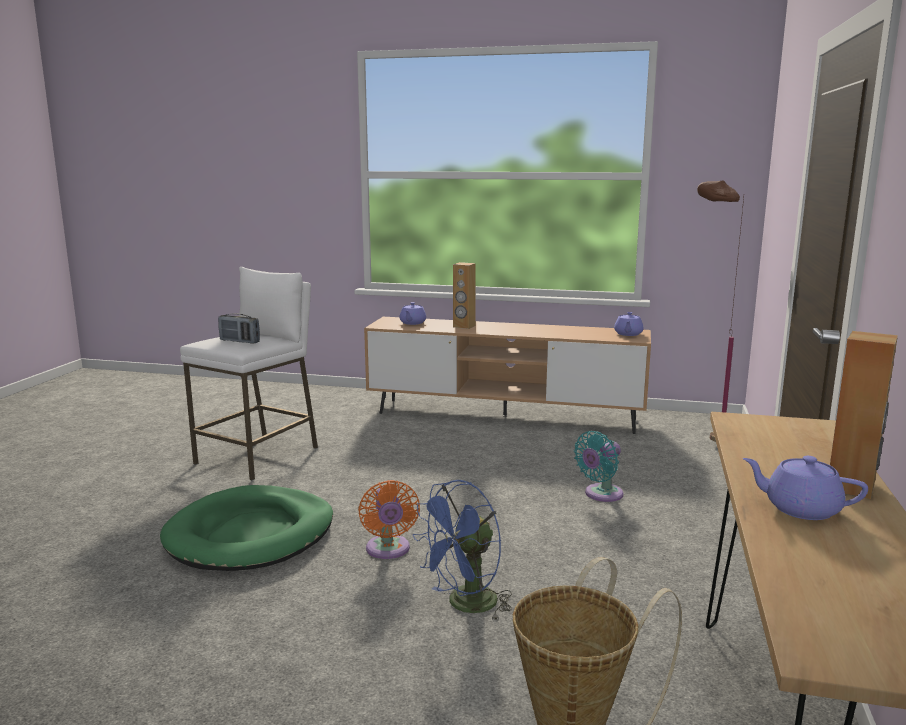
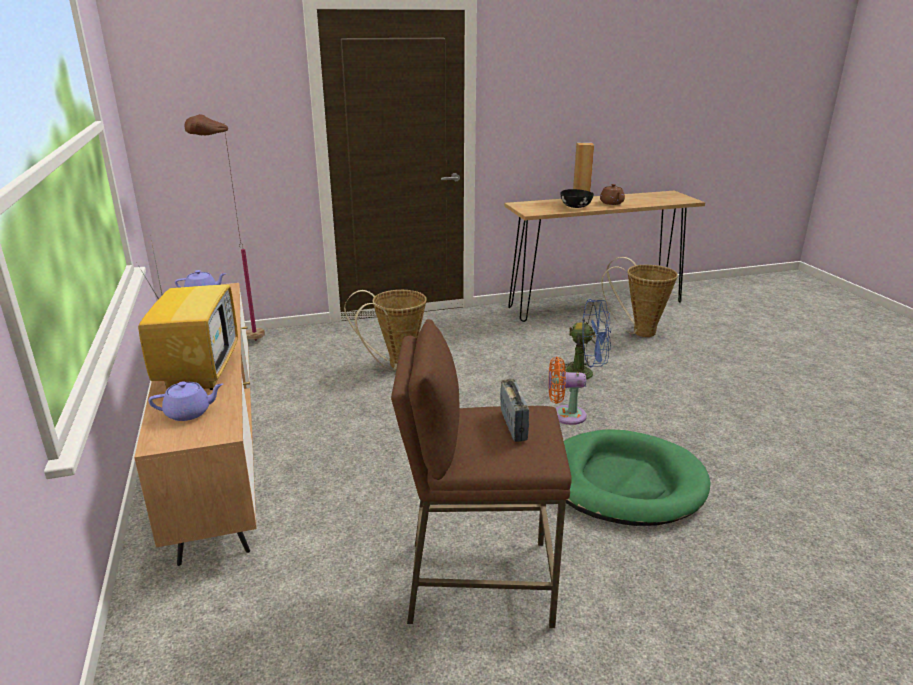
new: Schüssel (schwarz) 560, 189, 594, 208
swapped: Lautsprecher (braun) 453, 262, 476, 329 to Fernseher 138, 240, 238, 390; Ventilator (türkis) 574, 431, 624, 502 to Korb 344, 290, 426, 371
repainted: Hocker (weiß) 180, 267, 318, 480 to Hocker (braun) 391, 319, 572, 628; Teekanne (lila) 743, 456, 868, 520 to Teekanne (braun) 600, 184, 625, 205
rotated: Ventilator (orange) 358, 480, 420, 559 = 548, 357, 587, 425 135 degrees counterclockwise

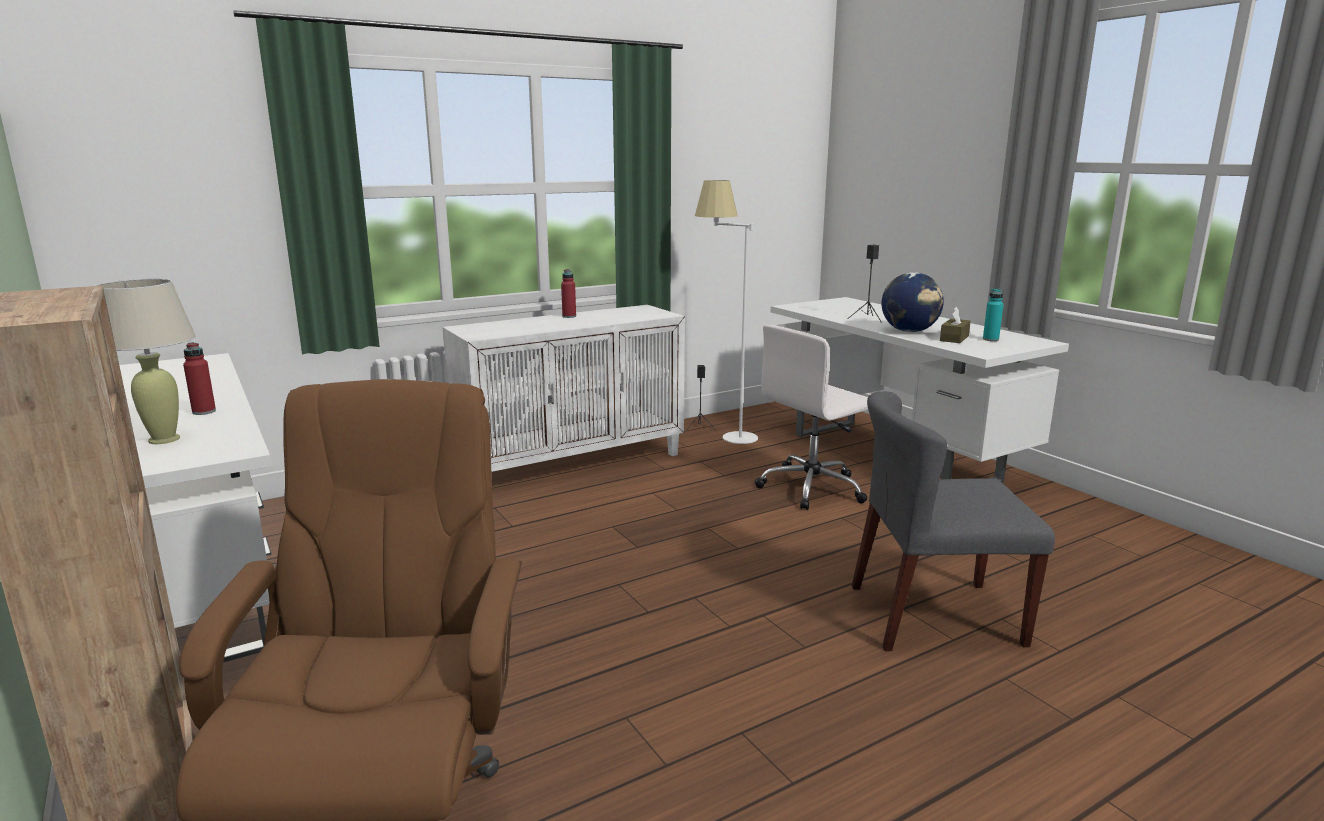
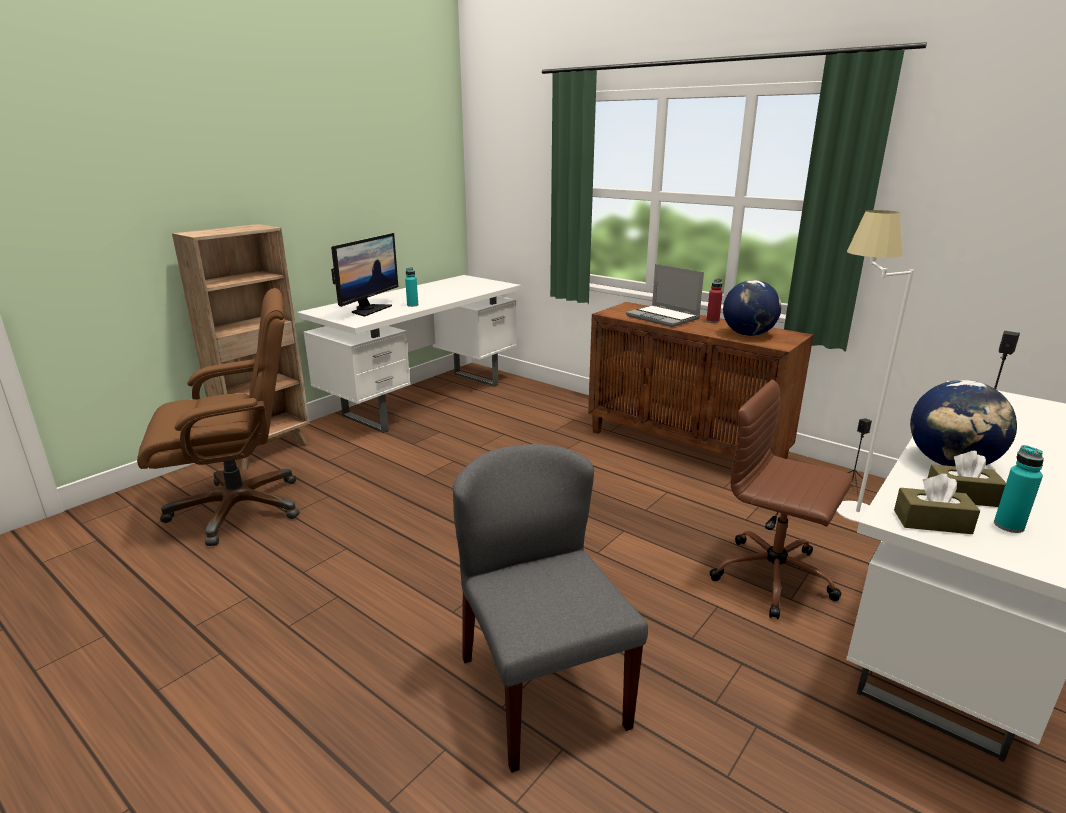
new: Laptop 626, 264, 704, 327; Globus 723, 280, 781, 336; Taschentuchbox (braun) 894, 474, 980, 534
swapped: Tischlampe (beige) 94, 278, 196, 444 to Monitor 331, 233, 398, 317
repainted: Schrank (weiß) 442, 305, 685, 472 to Schrank (braun) 588, 302, 813, 459; Bürostuhl (weiß) 755, 325, 868, 510 to Bürostuhl (braun) 709, 379, 853, 619; Flasche (rot) 183, 342, 216, 415 to Flasche (türkis) 405, 267, 418, 307

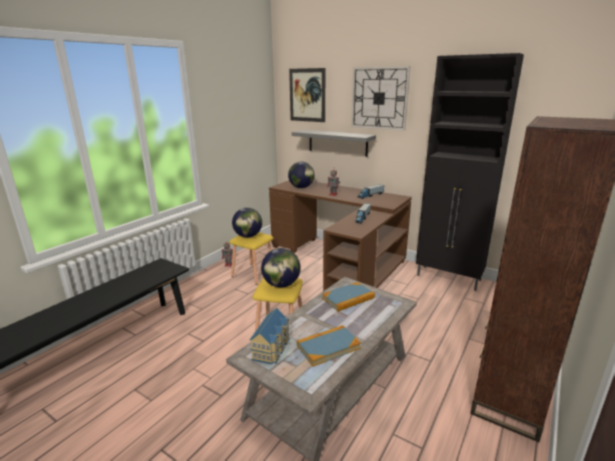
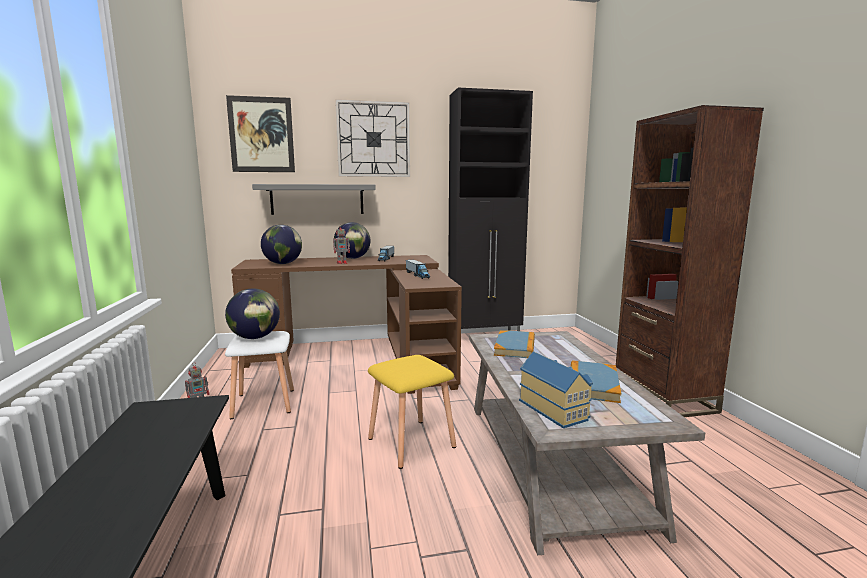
shifted: Globus 261, 248, 301, 288 to 334, 222, 370, 259
repainted: Hocker (gelb) 229, 232, 274, 285 to Hocker (weiß) 225, 331, 294, 419

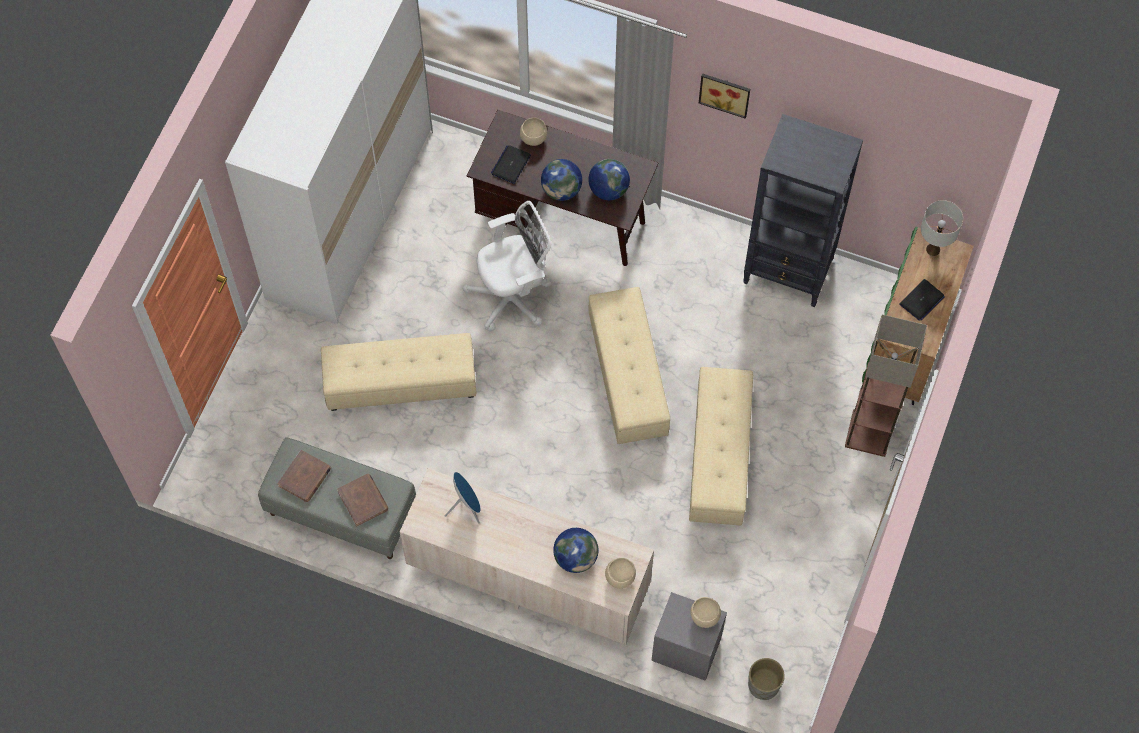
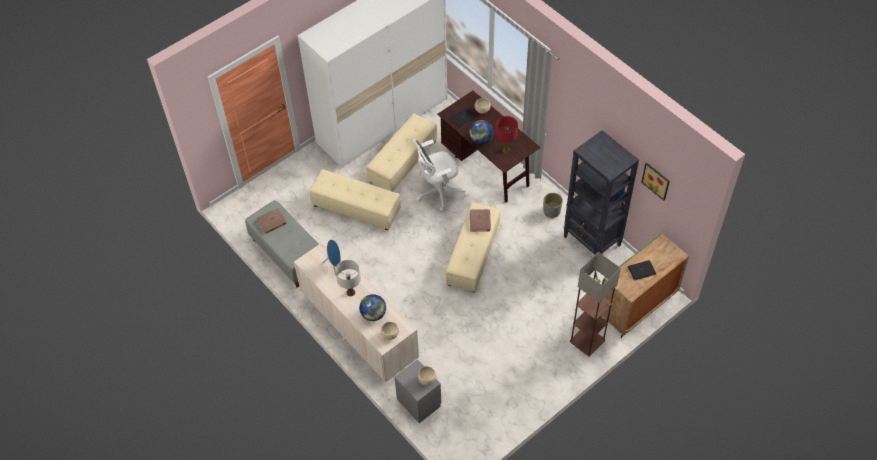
shifted: Bild 699, 74, 750, 119 to 641, 163, 670, 201; Tischlampe (weiß) 921, 200, 963, 256 to 335, 260, 361, 296; Polsterhocker (beige) 689, 367, 753, 526 to 366, 113, 437, 192; Buch (braun) 337, 474, 388, 526 to 470, 209, 491, 232; Pflanzkübel (grau) 748, 658, 785, 700 to 543, 193, 563, 218
swapped: Globus 588, 159, 630, 200 to Tischlampe (rot) 496, 116, 518, 153
rotated: Bürostuhl (weiß) 462, 201, 552, 331 = 413, 139, 468, 211 150 degrees clockwise

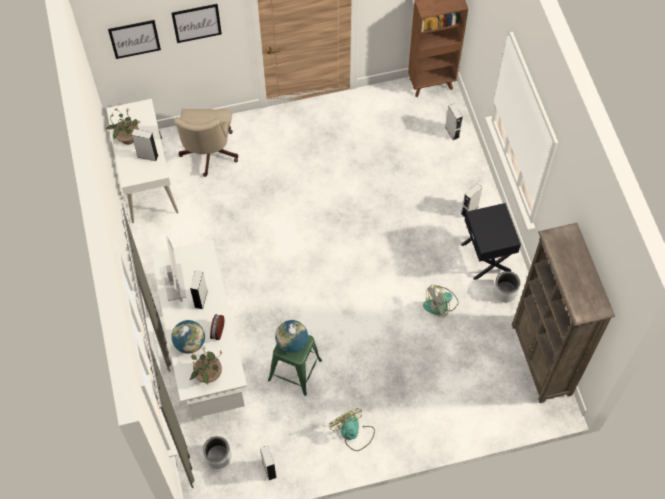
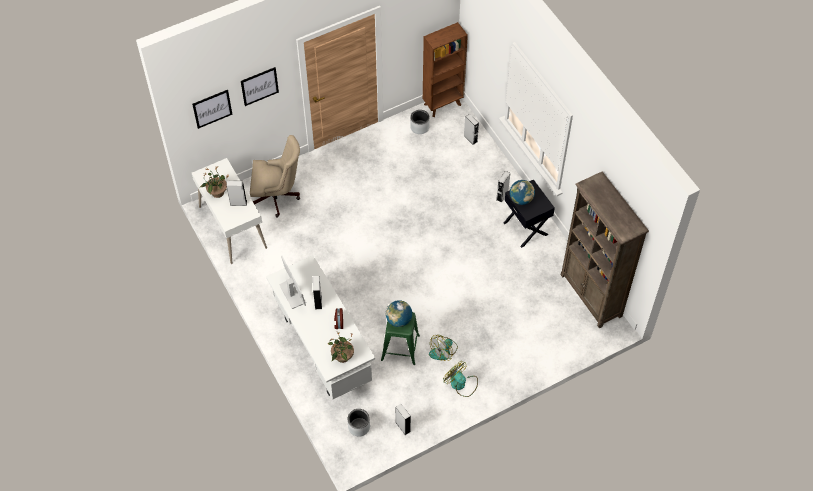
shifted: Pflanzkübel (grau) 493, 271, 520, 302 to 410, 110, 429, 134; Ventilator 423, 285, 458, 317 to 429, 335, 458, 361; Globus 171, 320, 205, 354 to 510, 180, 535, 205
rotated: Bürostuhl (beige) 174, 109, 238, 177 = 250, 135, 300, 218 75 degrees counterclockwise

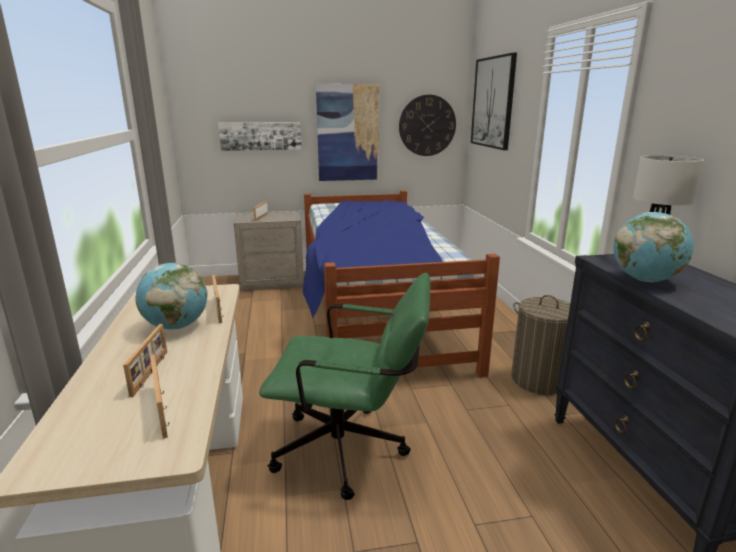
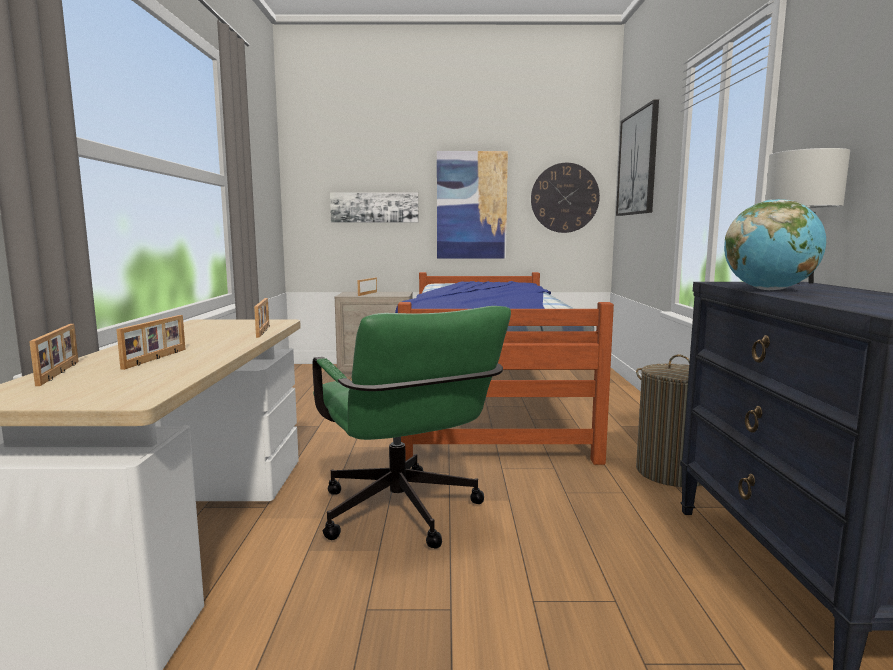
gone: Globus 135, 263, 208, 329
shifted: Bilderrahmen 150, 354, 169, 439 to 29, 324, 79, 386
rotated: Bürostuhl (grün) 259, 273, 430, 500 = 312, 306, 511, 549 45 degrees clockwise

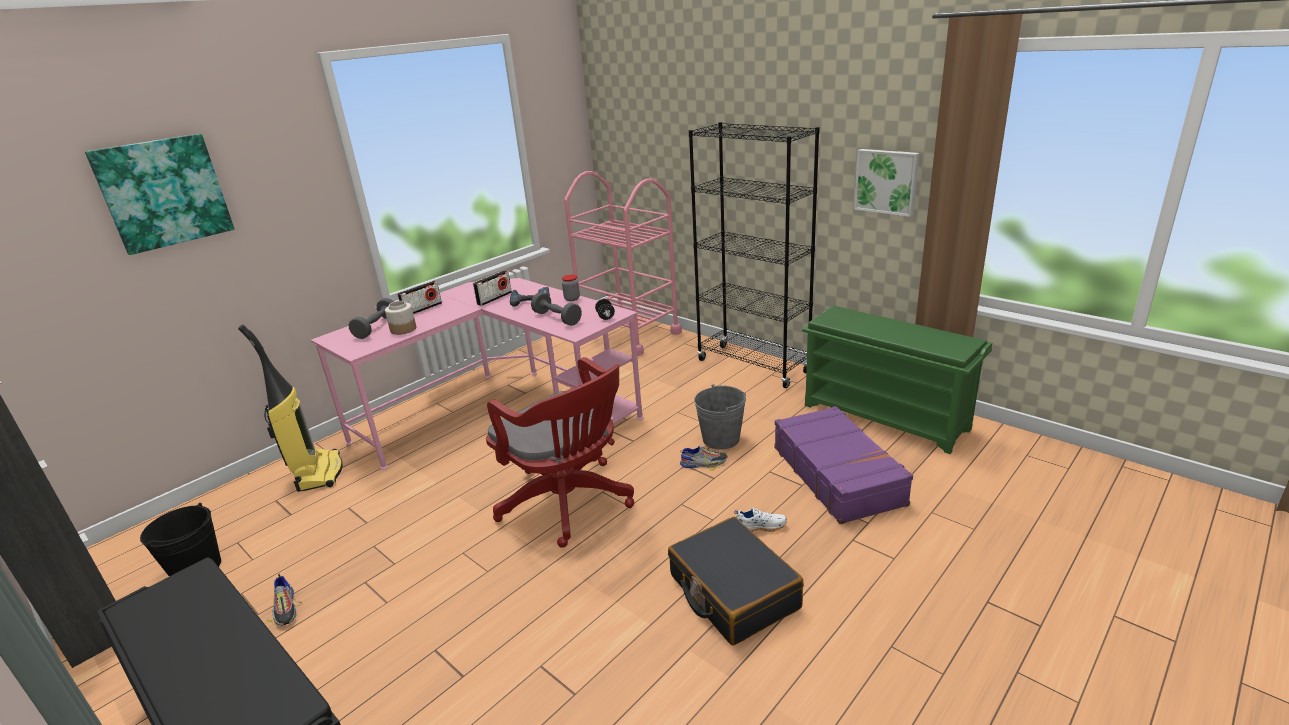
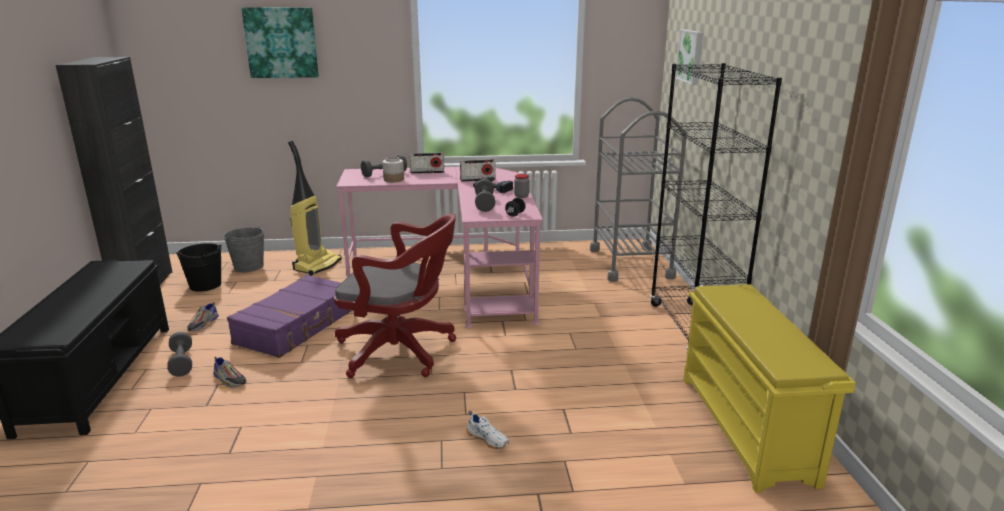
gone: Koffer (schwarz) 668, 517, 804, 646
new: Hantel (grau) 167, 332, 192, 377
shifted: Bild 854, 149, 920, 217 to 675, 29, 703, 85; Eimer (grau) 694, 384, 746, 450 to 224, 226, 264, 272; Koffer (lila) 774, 406, 913, 524 to 227, 275, 353, 358; Schuh 680, 445, 727, 471 to 213, 357, 247, 389
repainted: Rollwagen (rosa) 564, 171, 682, 356 to Rollwagen (grau) 590, 97, 687, 282; Schuhregal (grün) 802, 306, 992, 454 to Schuhregal (gelb) 683, 284, 856, 493
rotated: Bürostuhl (rot) 486, 357, 634, 548 = 334, 214, 456, 378 75 degrees counterclockwise

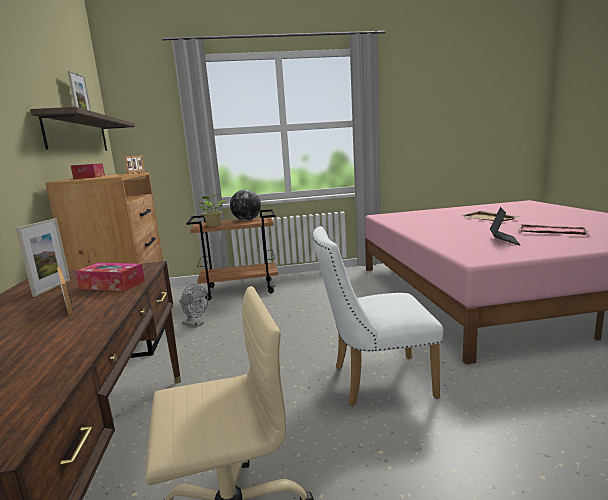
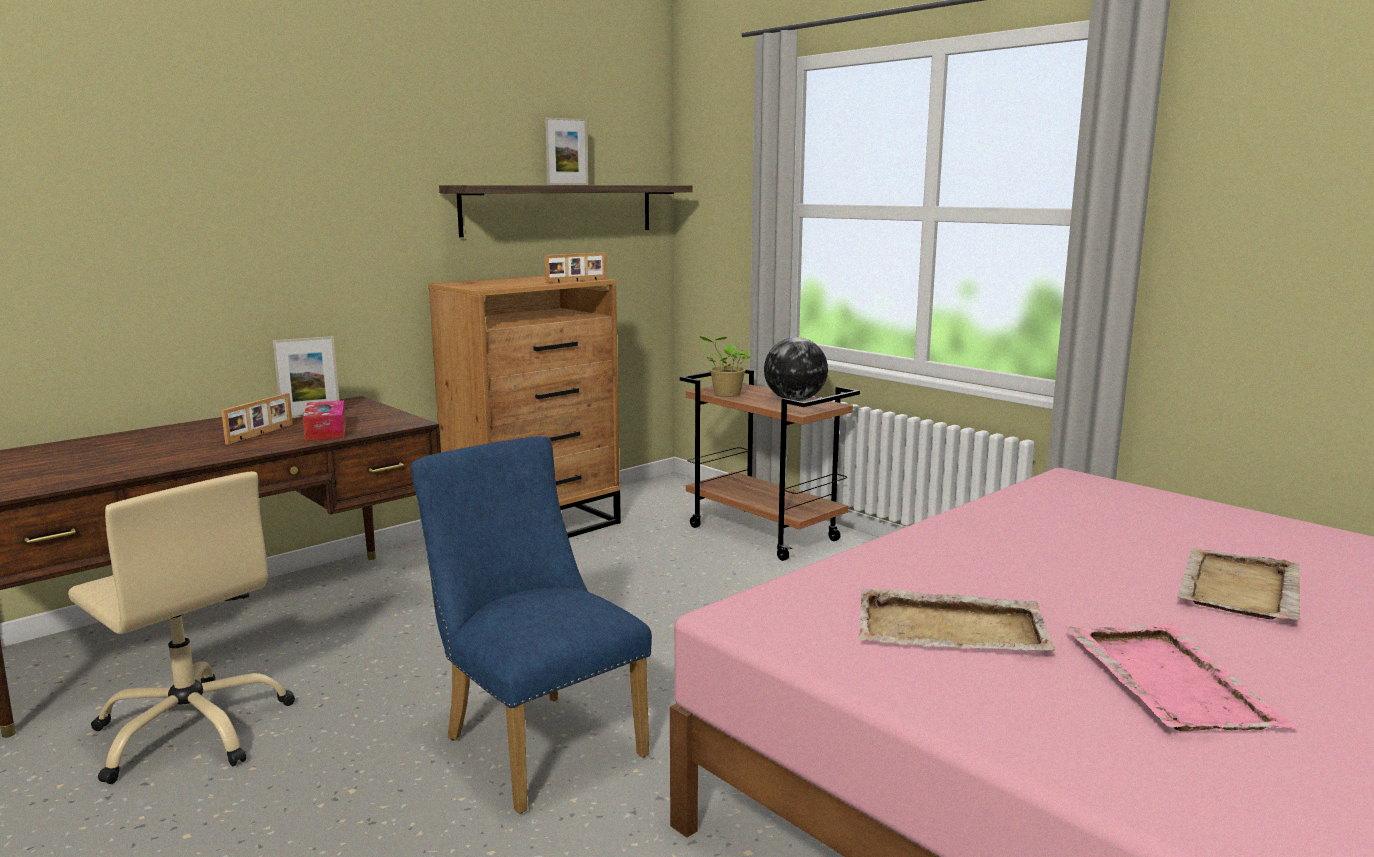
gone: Taschentuchbox 71, 163, 105, 179; Ventilator (grau) 179, 284, 208, 328
swapped: Laptop 490, 207, 520, 245 to Tablett (beige) 859, 589, 1056, 651
repainted: Stuhl (weiß) 312, 226, 443, 406 to Stuhl (blau) 411, 436, 652, 814

